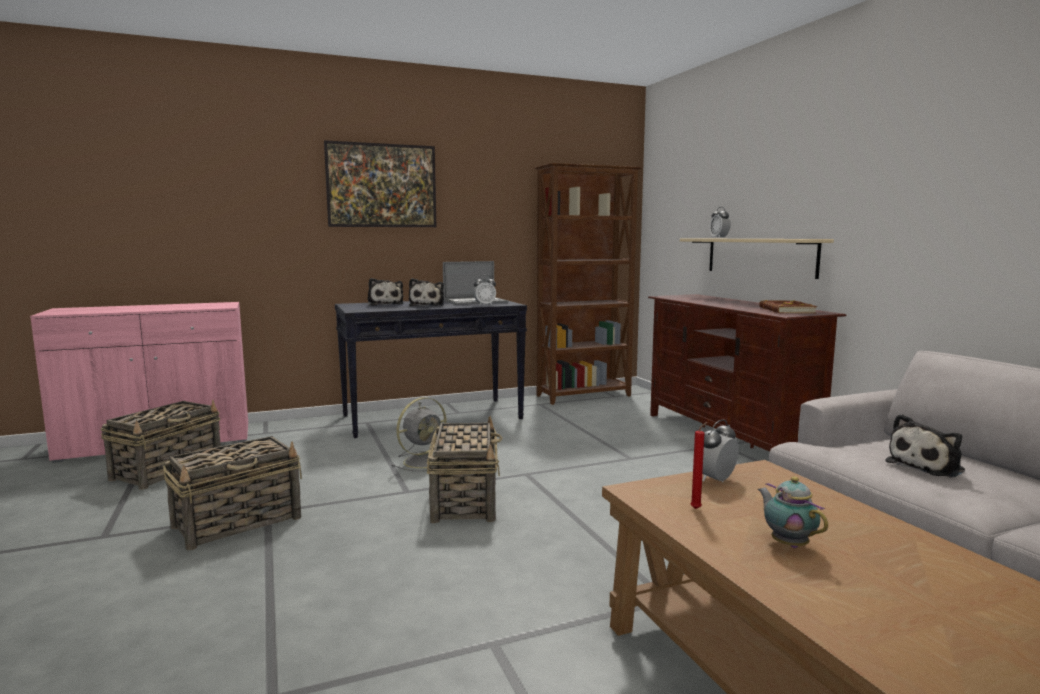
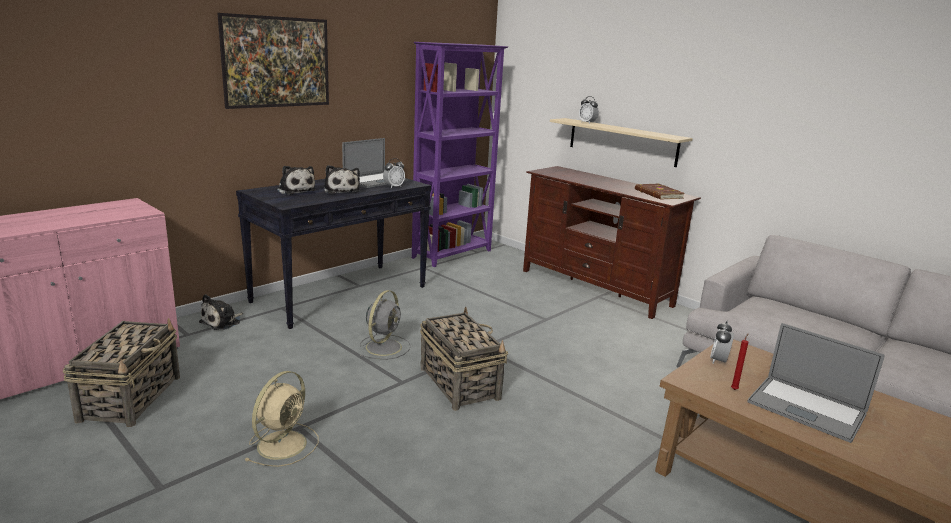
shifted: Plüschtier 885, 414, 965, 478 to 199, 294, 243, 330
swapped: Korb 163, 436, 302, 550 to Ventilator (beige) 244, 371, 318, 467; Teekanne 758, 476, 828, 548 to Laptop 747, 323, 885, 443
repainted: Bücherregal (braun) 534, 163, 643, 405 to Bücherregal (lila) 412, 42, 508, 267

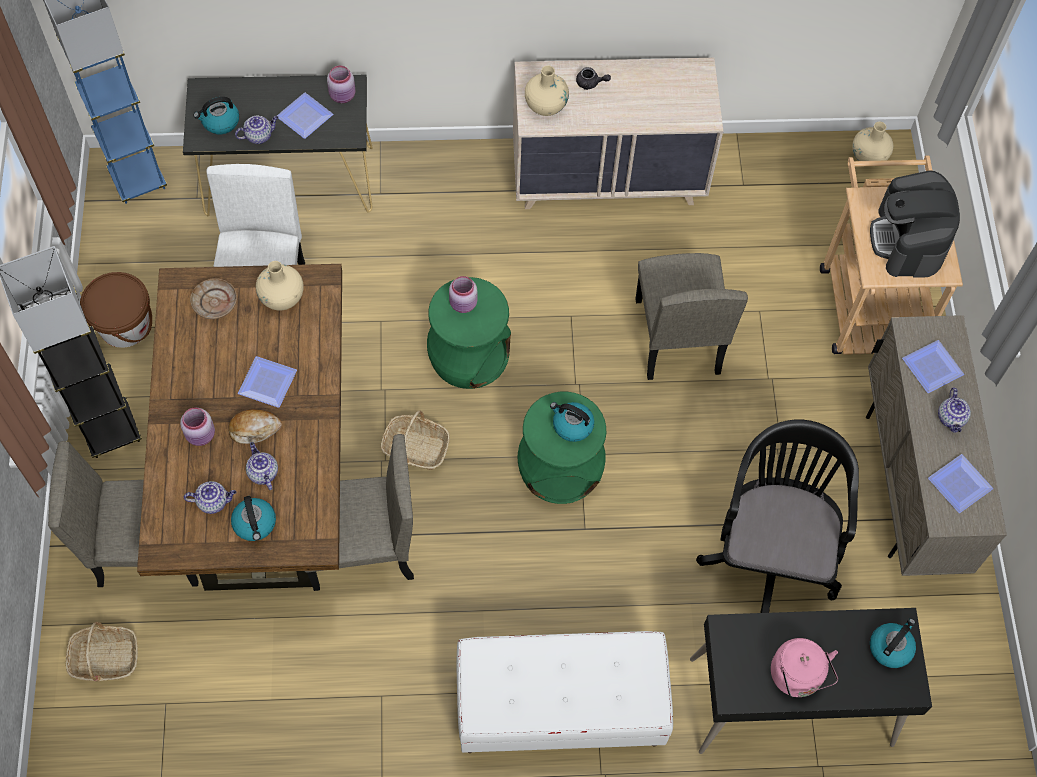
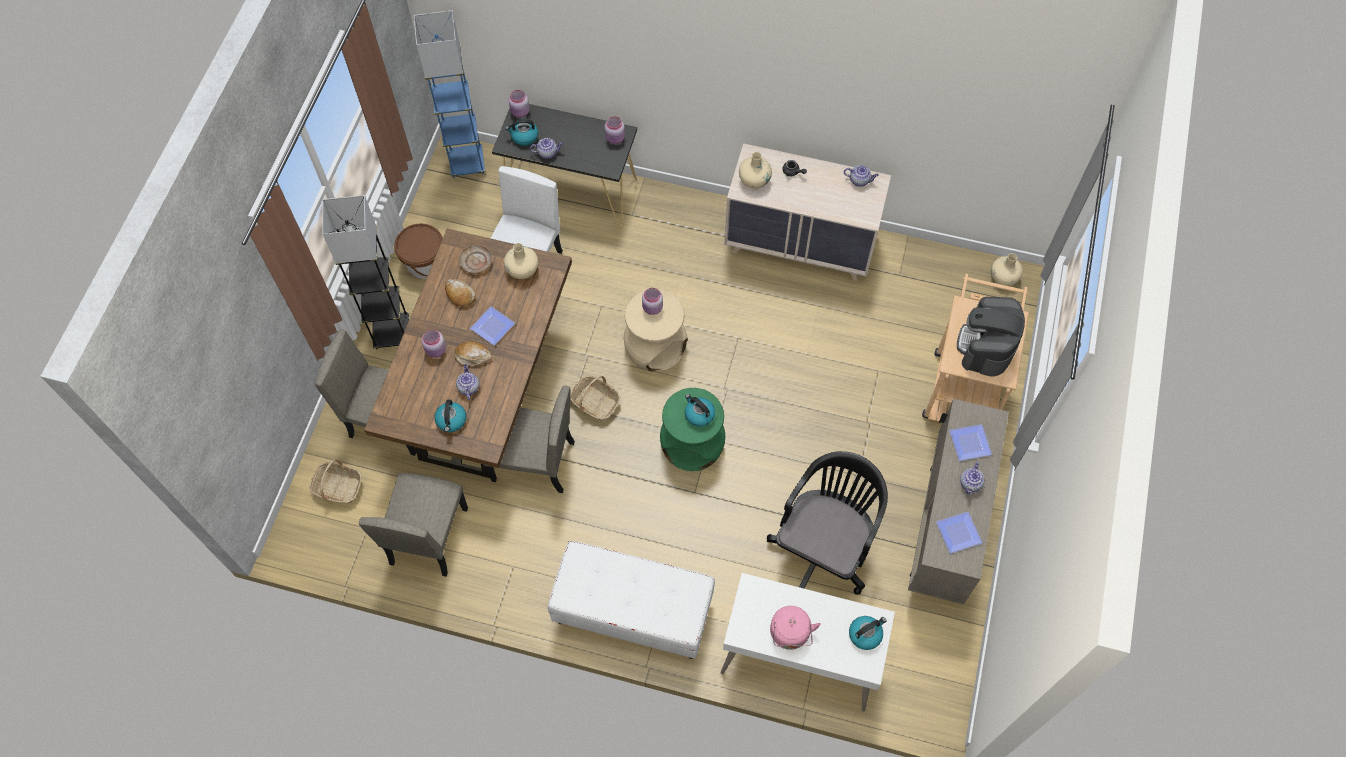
gone: Teller 277, 92, 333, 139
new: Vorratsglas (rosa) 509, 90, 530, 118; Brot 445, 279, 475, 307
shifted: Stuhl (beige) 635, 253, 748, 380 to 359, 473, 468, 577; Teekanne 184, 481, 236, 514 to 844, 165, 879, 187
repainted: Hocker (grün) 427, 277, 511, 389 to Hocker (beige) 624, 289, 688, 372; Schreibtisch (schwarz) 690, 608, 932, 754 to Schreibtisch (weiß) 721, 573, 895, 712

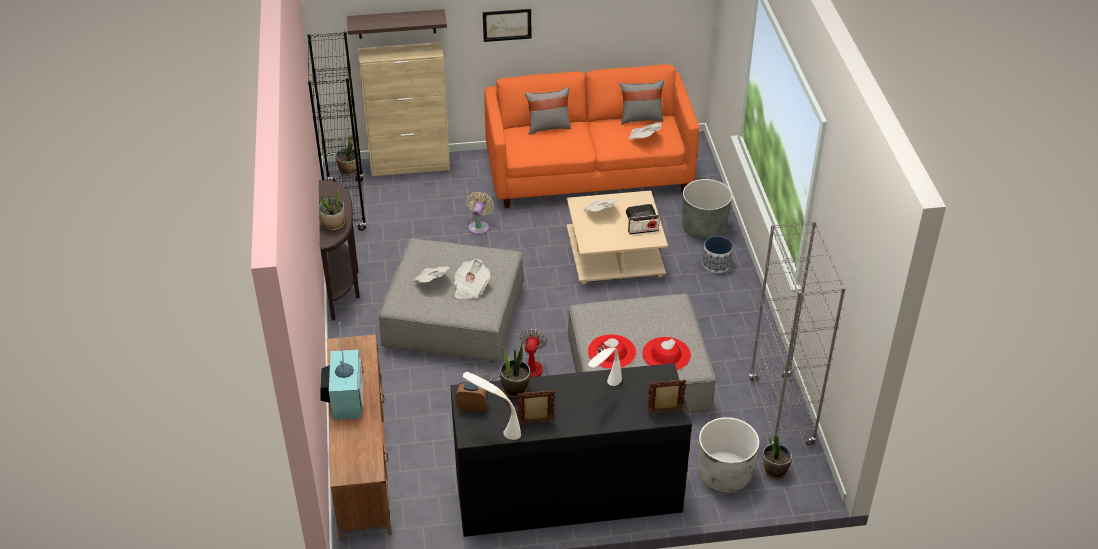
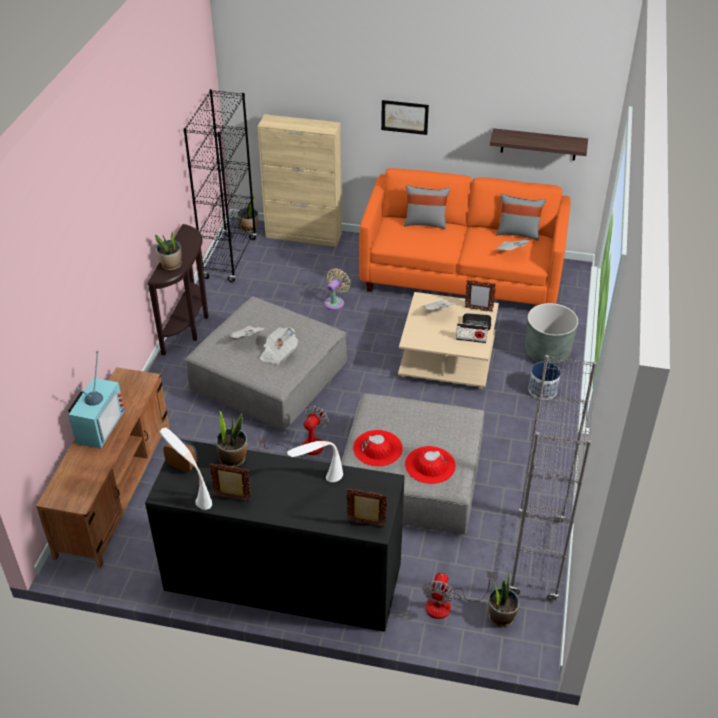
new: Bilderrahmen 465, 280, 496, 312
shifted: Wandregal 347, 9, 447, 39 to 490, 128, 588, 161
swapped: Pflanzkübel (weiß) 698, 417, 759, 492 to Ventilator 422, 571, 494, 619

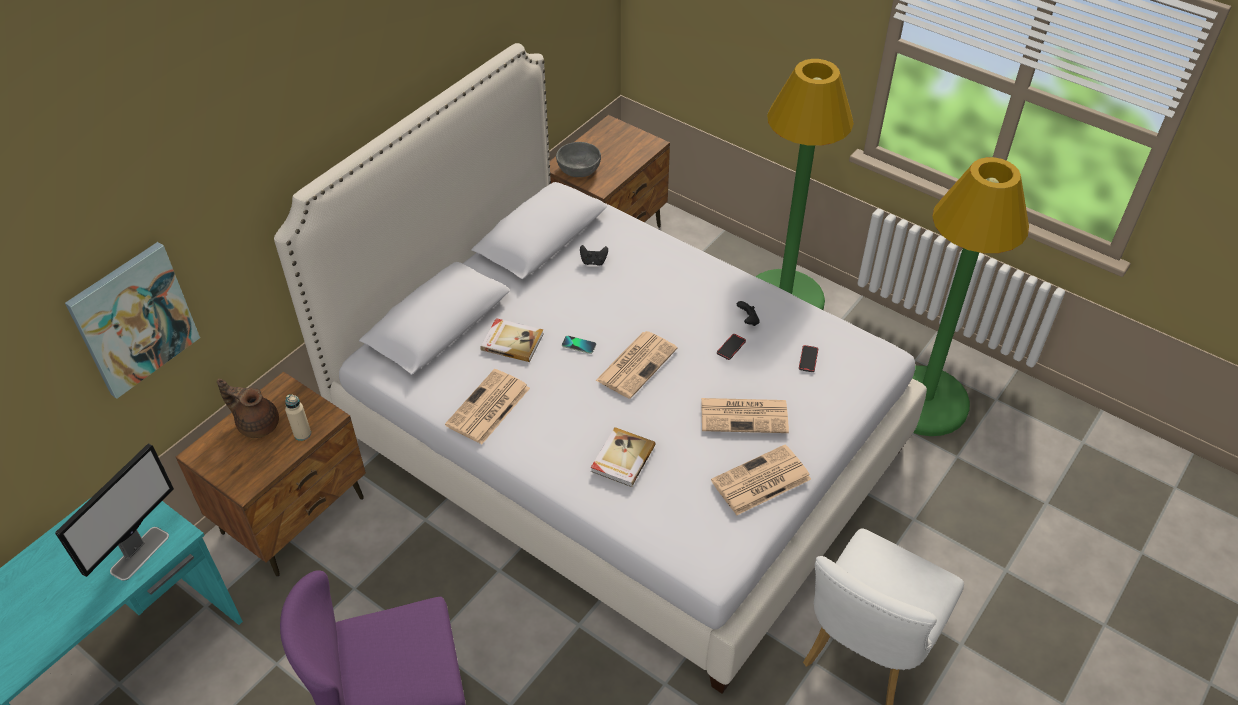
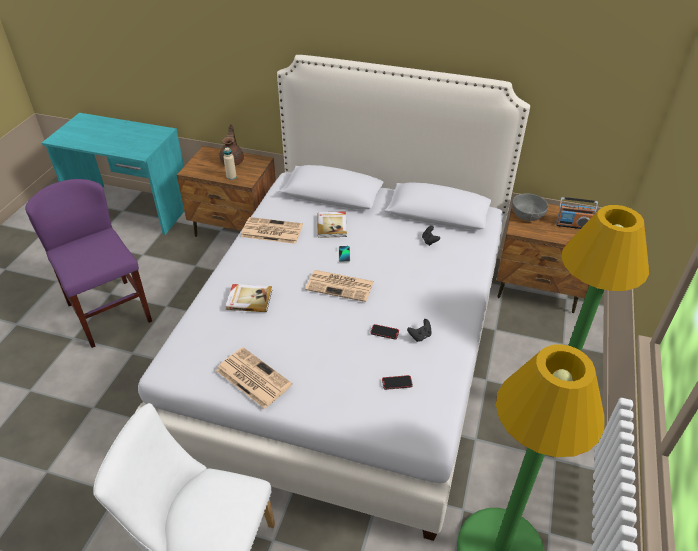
gone: Bild 65, 242, 200, 399; Zeitung 701, 398, 789, 433; Monitor 55, 443, 174, 581
new: Radio 556, 197, 598, 229

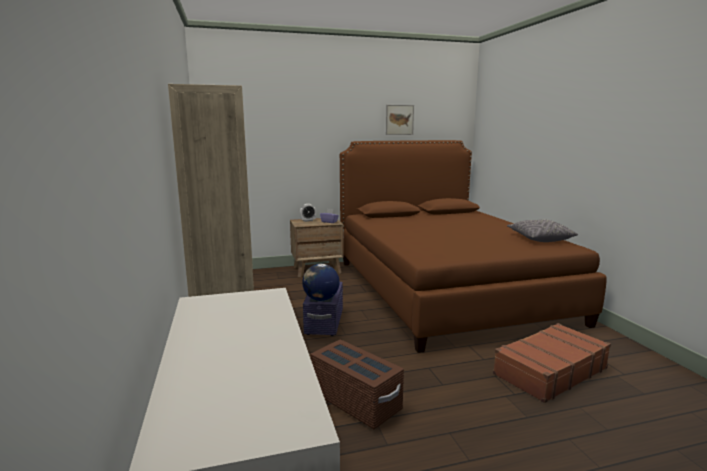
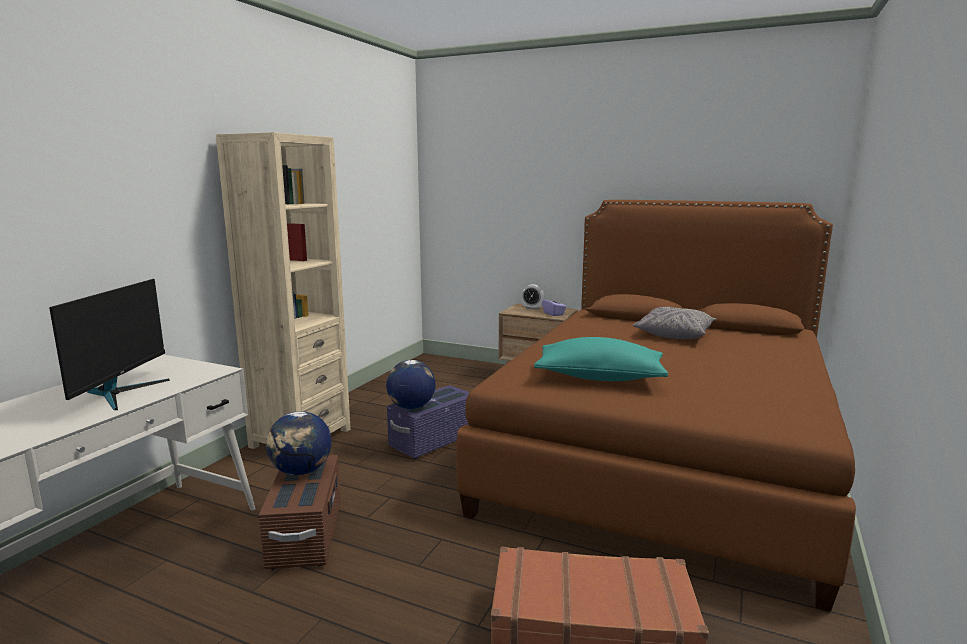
gone: Bild 386, 105, 414, 135
new: Monitor 49, 279, 170, 410; Kissen (türkis) 534, 337, 668, 381; Globus 266, 411, 332, 475
shifted: Kissen (grau) 507, 219, 578, 242 to 633, 307, 716, 339

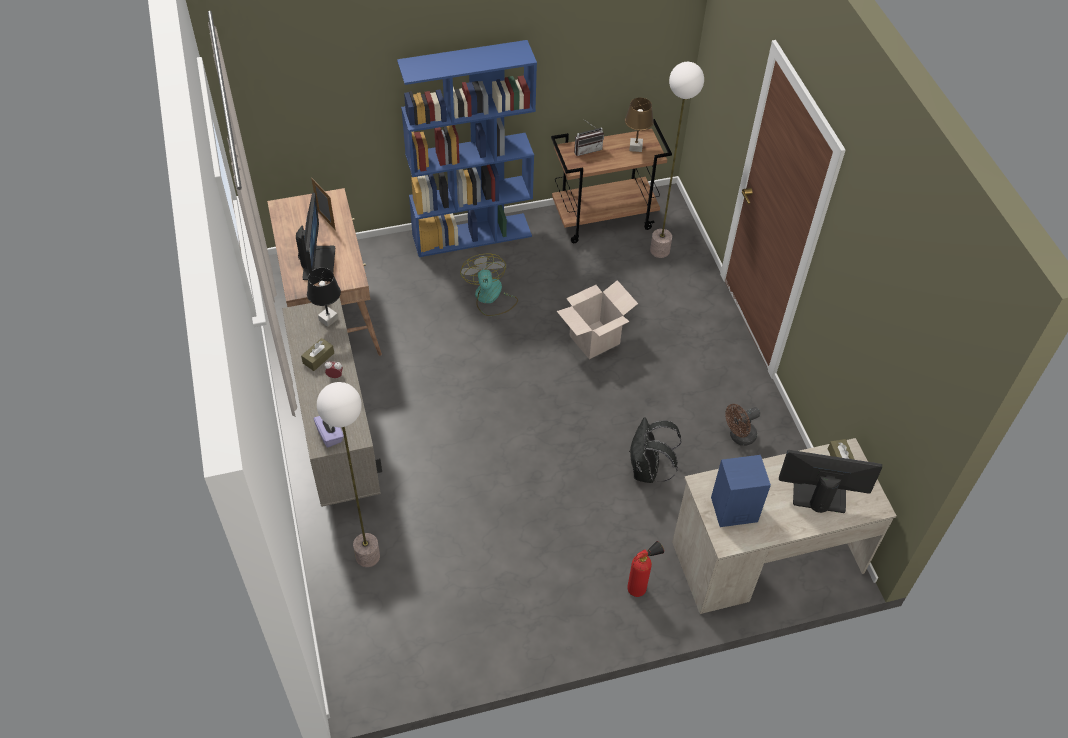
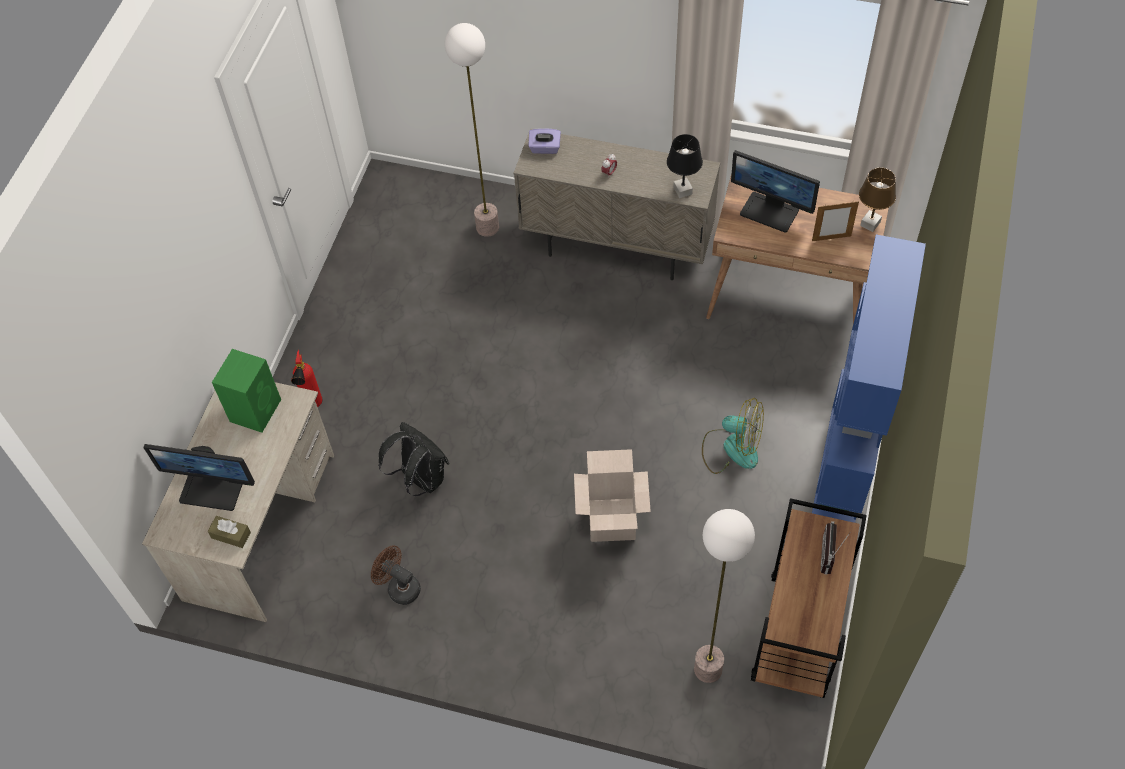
gone: Taschentuchbox (braun) 301, 338, 334, 371
shifted: Tischlampe (braun) 625, 98, 654, 152 to 859, 168, 896, 232
repainted: Lautsprecher (blau) 711, 455, 771, 527 to Lautsprecher (grün) 212, 349, 281, 433
rotated: Ventilator (braun) 725, 404, 760, 446 = 371, 546, 421, 605 60 degrees counterclockwise; Monitor 779, 450, 882, 513 = 143, 444, 255, 511 60 degrees clockwise

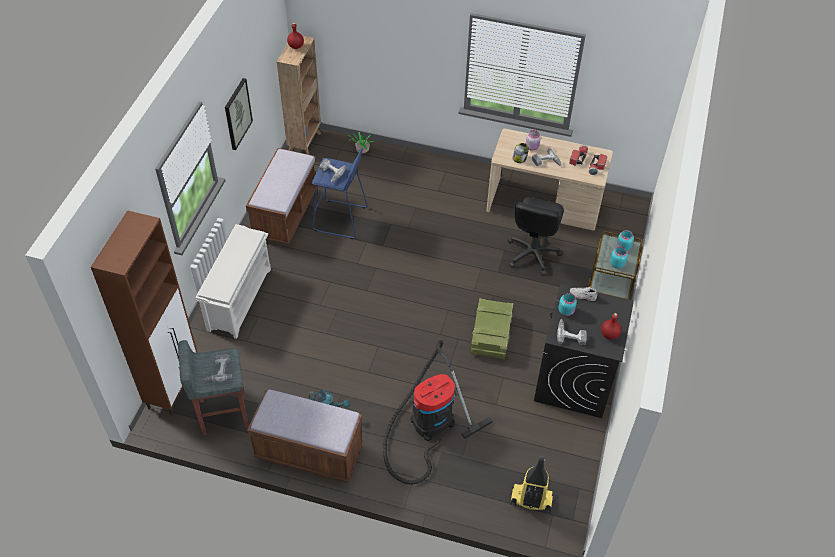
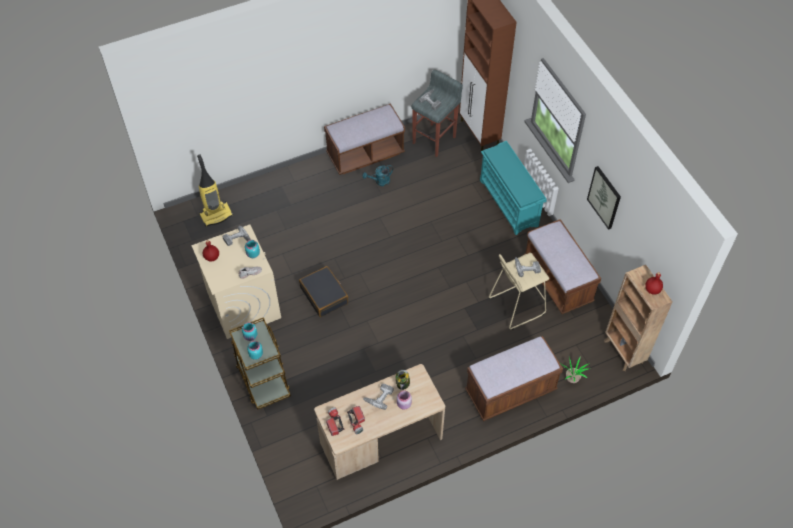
gone: Bürostuhl (schwarz) 507, 197, 564, 276; Staubsauger 383, 340, 492, 485
new: Bank (braun) 465, 336, 563, 421
swapped: Kiste 470, 298, 513, 360 to Koffer (schwarz) 299, 266, 348, 317
repainted: Hocker (blau) 312, 148, 368, 239 to Hocker (beige) 489, 253, 550, 330; Schuhregal (weiß) 195, 224, 271, 339 to Schuhregal (türkis) 480, 141, 547, 235; Waschmaschine (schwarz) 534, 284, 634, 418 to Waschmaschine (beige) 191, 224, 281, 339

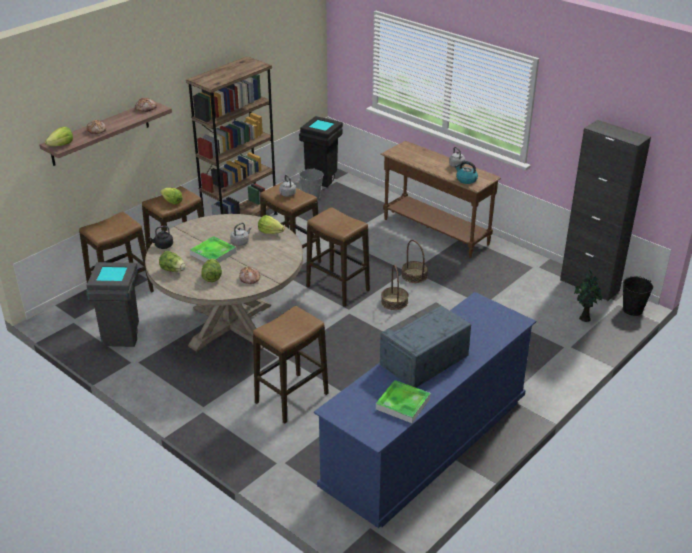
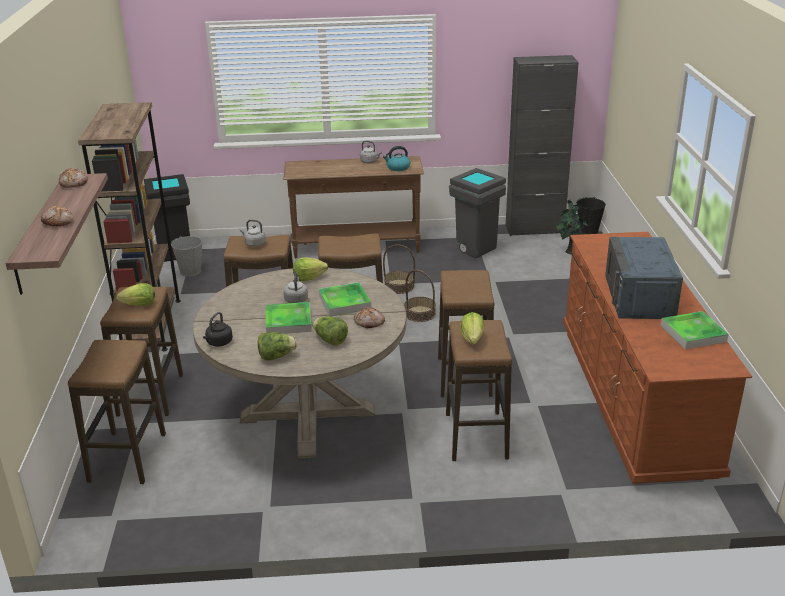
new: Hocker 438, 270, 495, 397; Tablett 319, 282, 371, 317
shifted: Salatkopf 45, 127, 73, 146 to 461, 312, 484, 344; Mülleimer (grau) 86, 262, 139, 347 to 449, 168, 506, 258
repainted: Kommode (blau) 314, 292, 536, 528 to Kommode (braun) 563, 232, 752, 484

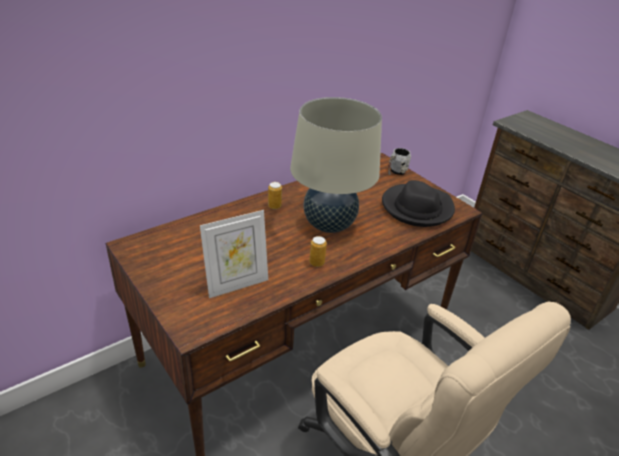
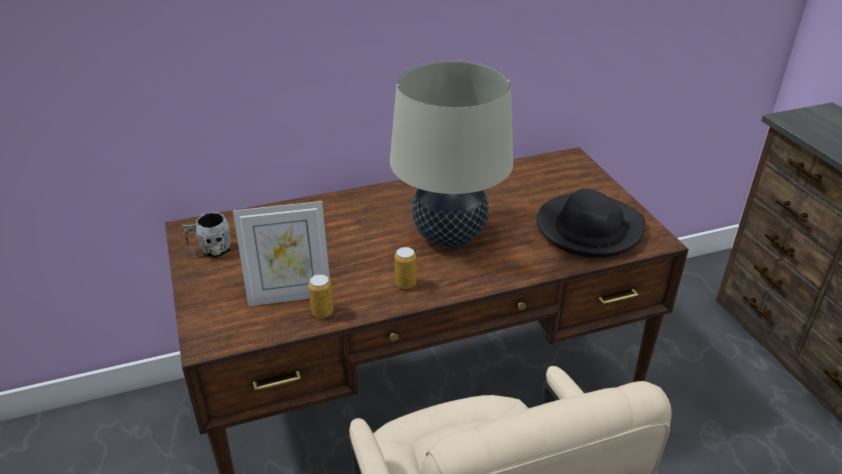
shifted: Henkelbecher (grau) 388, 148, 411, 175 to 183, 212, 230, 258; Dose 268, 182, 282, 209 to 308, 274, 334, 318

